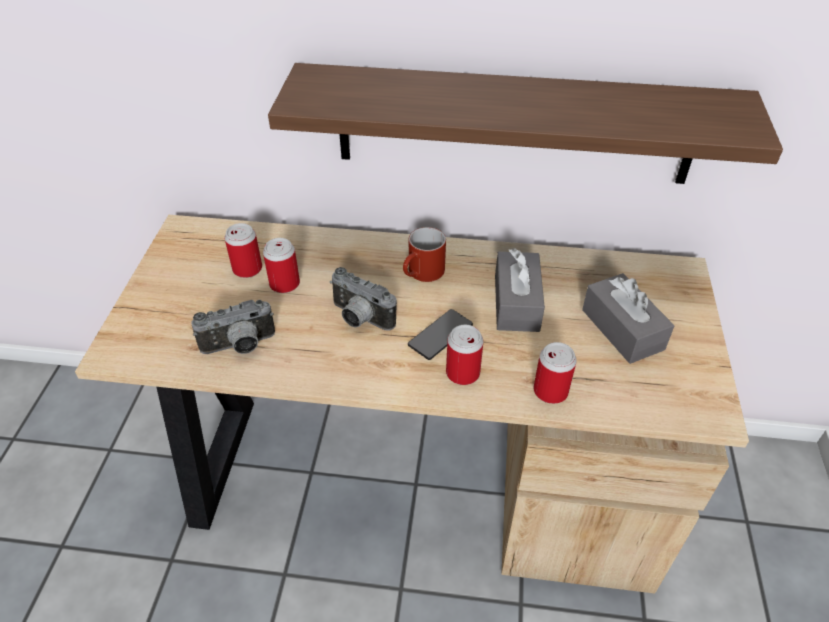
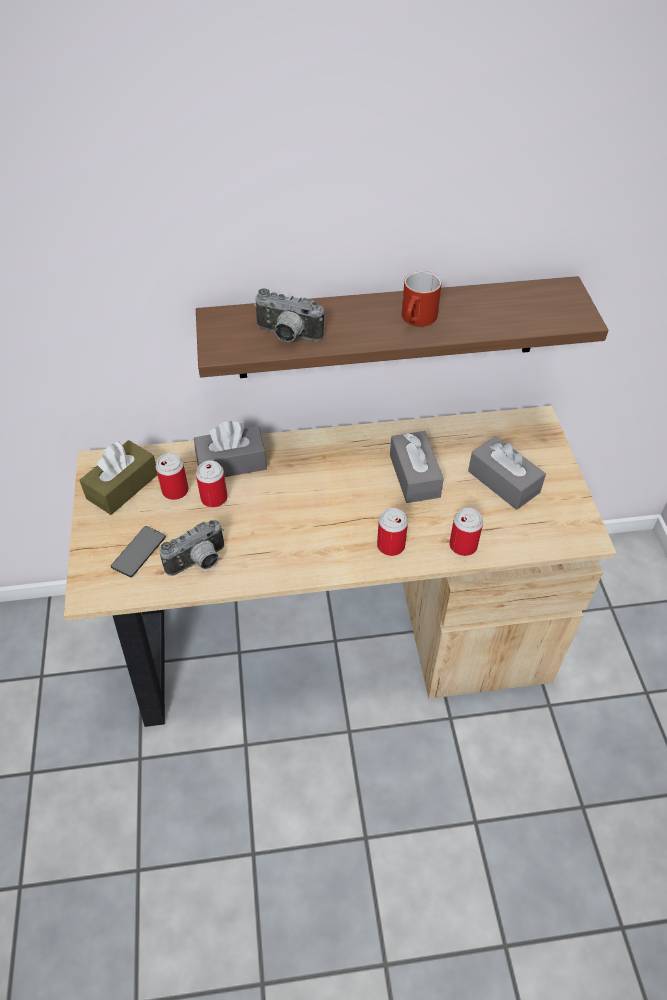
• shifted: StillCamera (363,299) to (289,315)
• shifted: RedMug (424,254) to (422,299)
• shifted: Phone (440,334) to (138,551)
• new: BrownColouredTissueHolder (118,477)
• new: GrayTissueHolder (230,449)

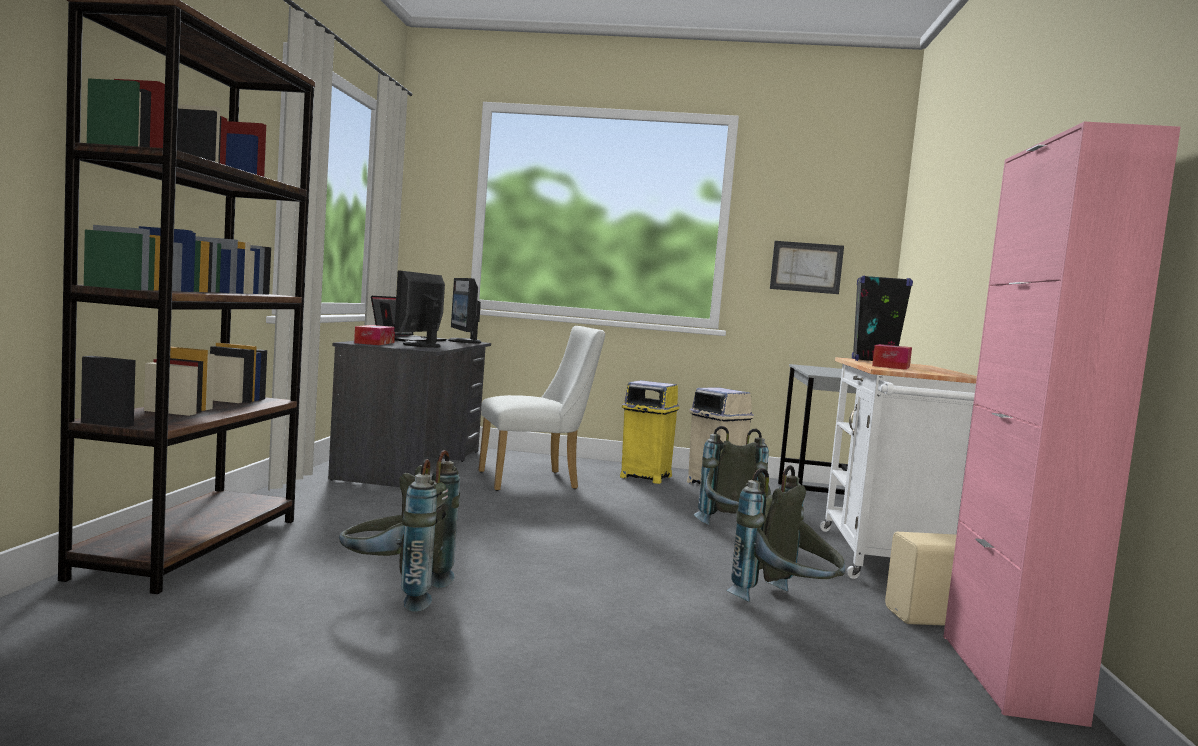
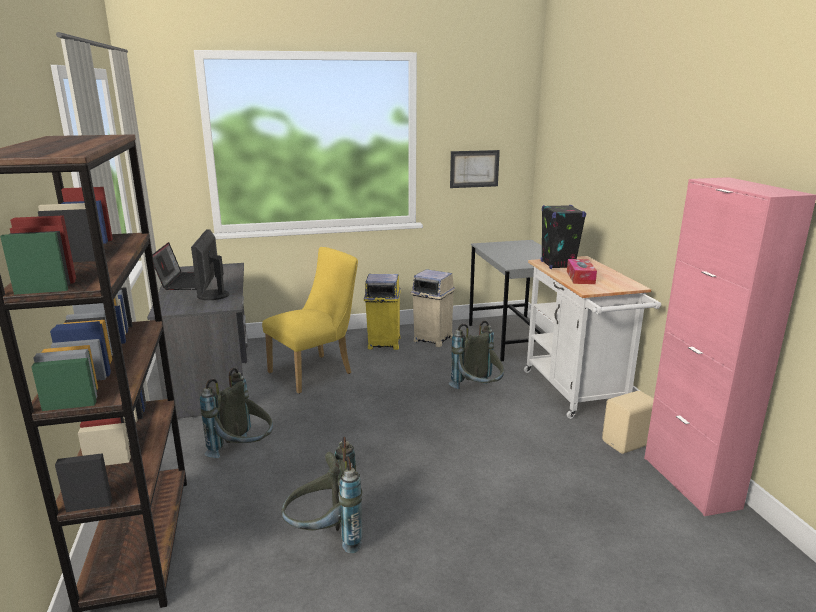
• gone: TissueHolder (374,335)
• gone: ComputerScreen (464,310)
• repainted: WhitePlainChair (542,408) to YellowPlainChair (310,320)
• shifted: GrayKnapsack (785,533) to (236,413)

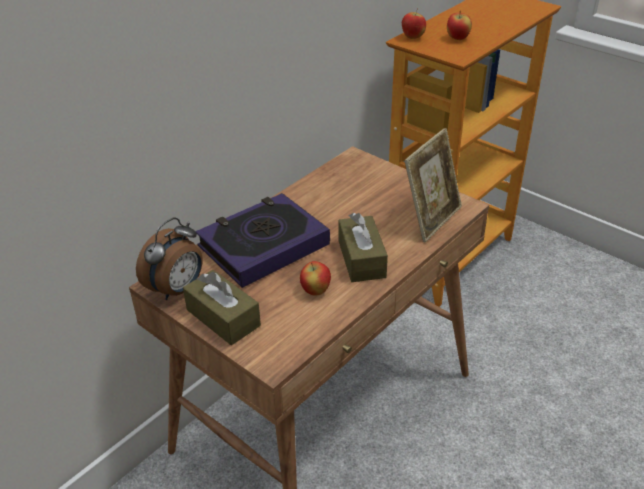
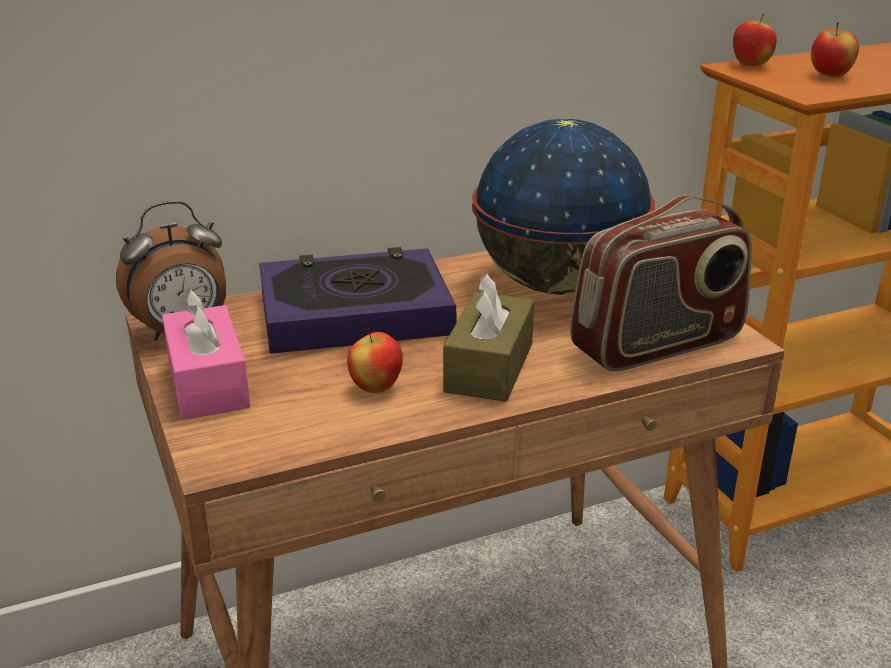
• repainted: BrownColouredTissueHolder (222,307) to PinkishTissueHolder (206,354)
• swapped: PhotoFrame (433,185) to Radio (661,283)
• new: Globe (563,207)

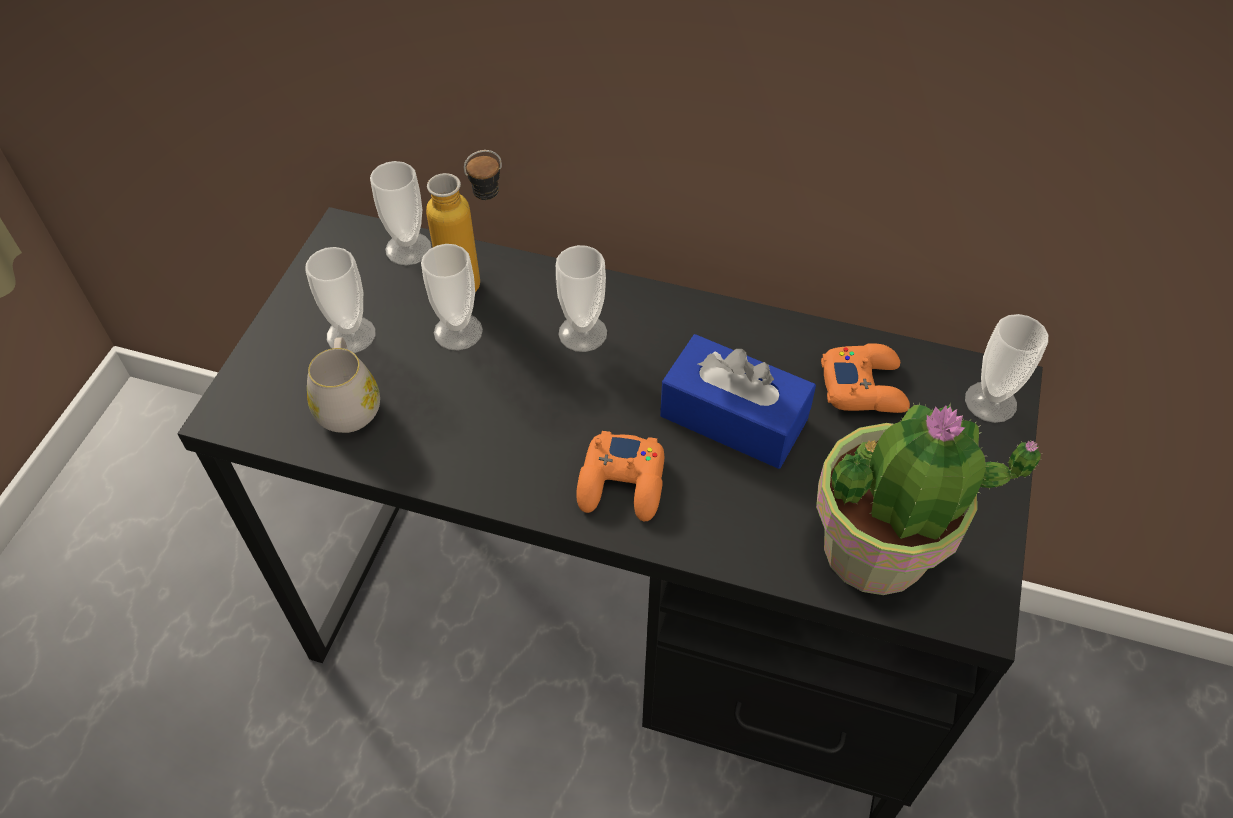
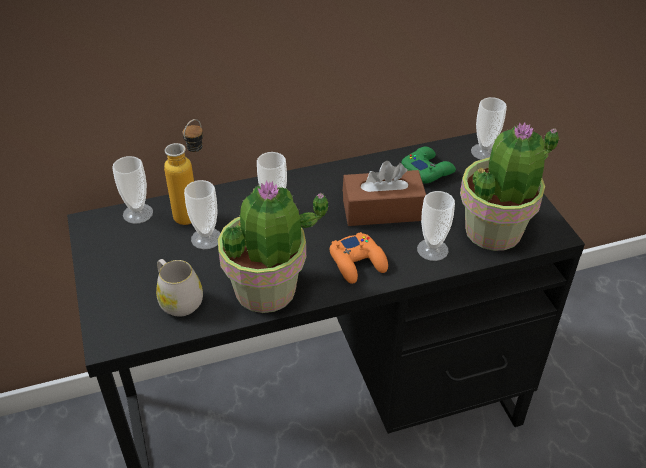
• shifted: Cup (340,300) to (436,226)
• repainted: BlueTissueHolder (738,401) to BrownColouredTissueHolder (384,193)
• repainted: OrangeyGamepad (865,378) to GreenColouredGamepad (428,165)
• new: PottedPlant (273,246)

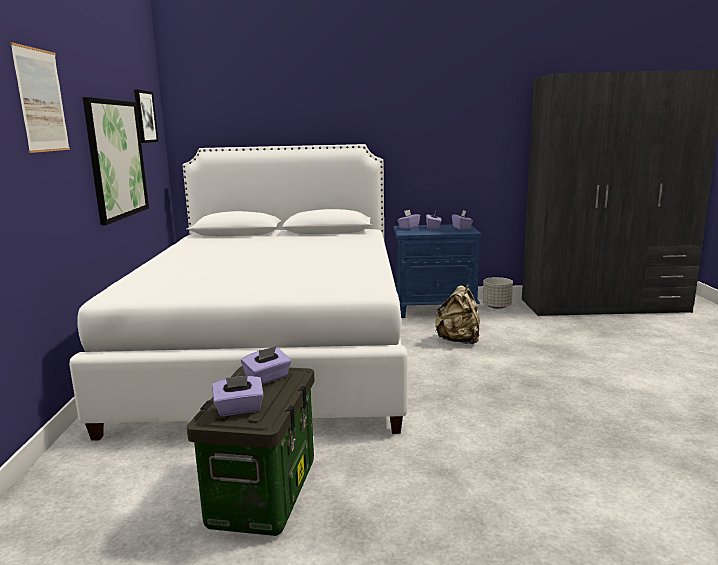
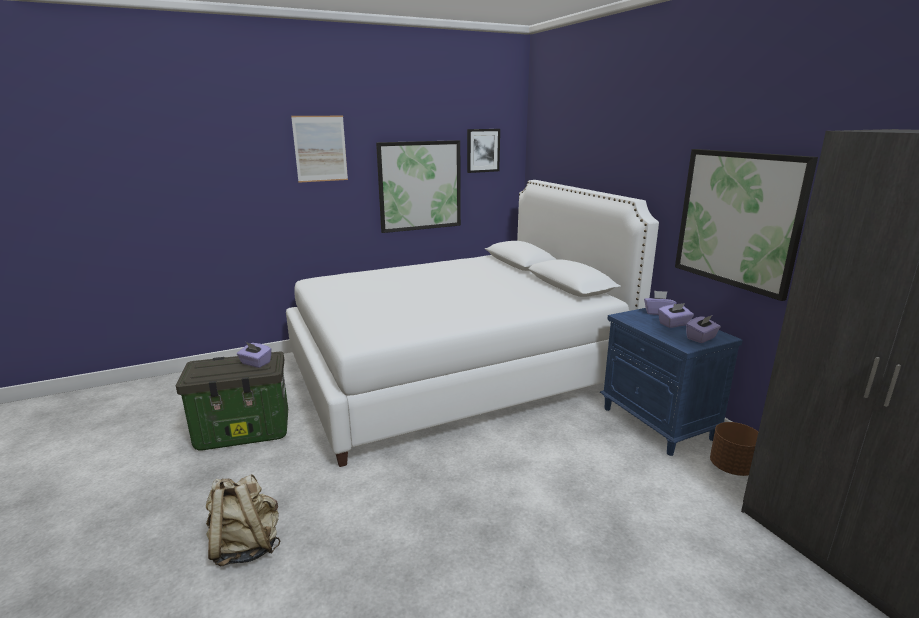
• gone: PurplishTissueHolder (238,396)
• shifted: BeigeKnapsack (457,314) to (243,520)
• repainted: GrayPlanter (498,293) to BrownColouredPlanter (734,449)
• new: WallPicture (746,225)

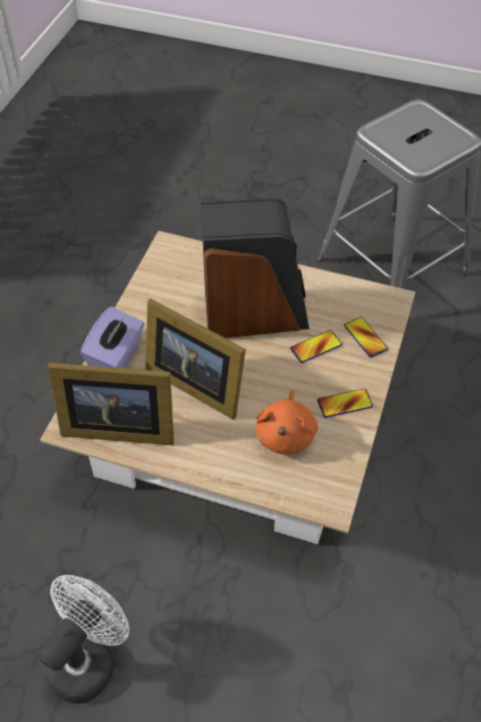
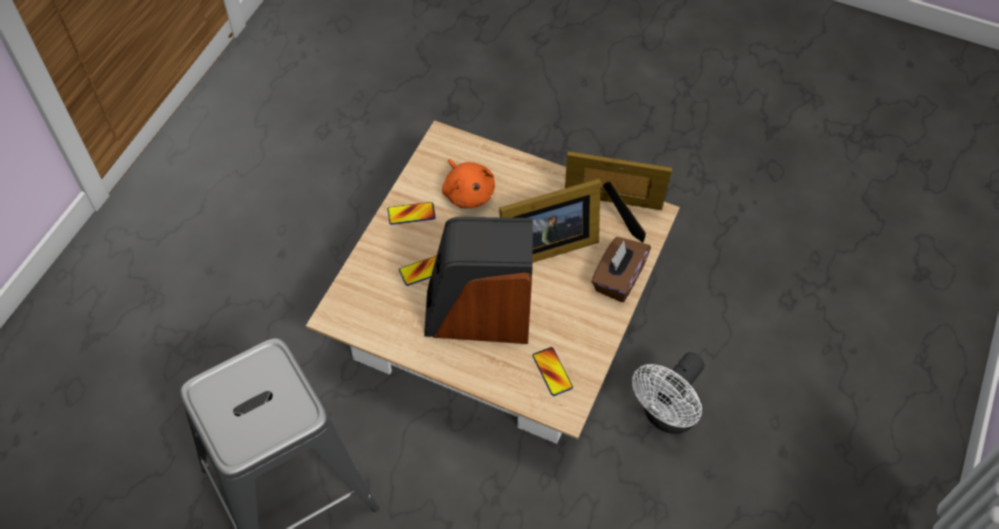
• shifted: WhiteElectricFan (83,639) to (668,393)
• repainted: PurplishTissueHolder (112,337) to BrownColouredTissueHolder (621,269)
• rotated: PhotoFrame (196,359) = (550,221) 120 degrees clockwise
• rotated: OrangeyCuddlyToy (287,422) = (468,184) 135 degrees clockwise
• shifted: Phone (366,337) to (552,371)

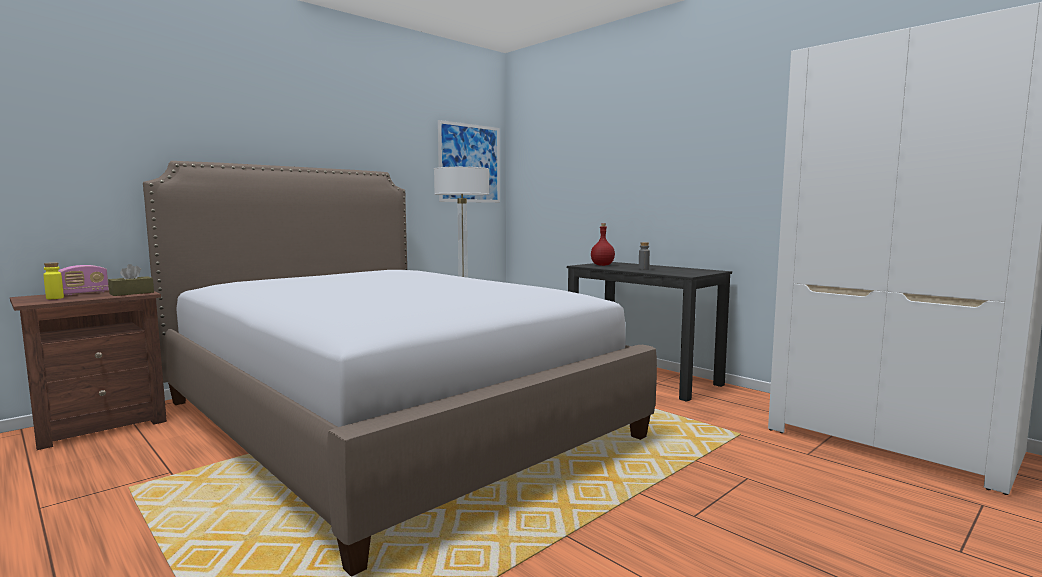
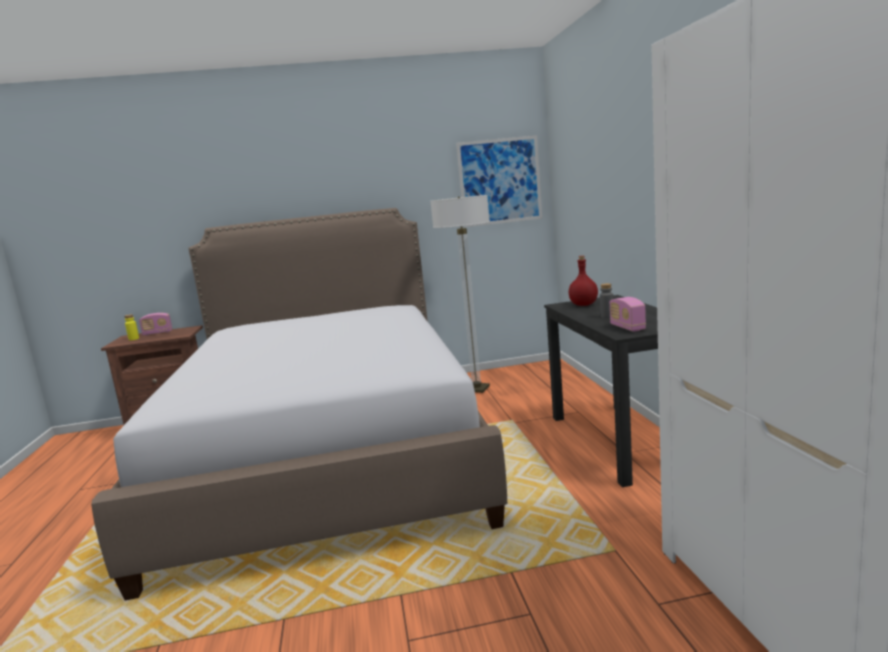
• gone: BrownColouredTissueHolder (131,280)
• new: Radio (628,314)

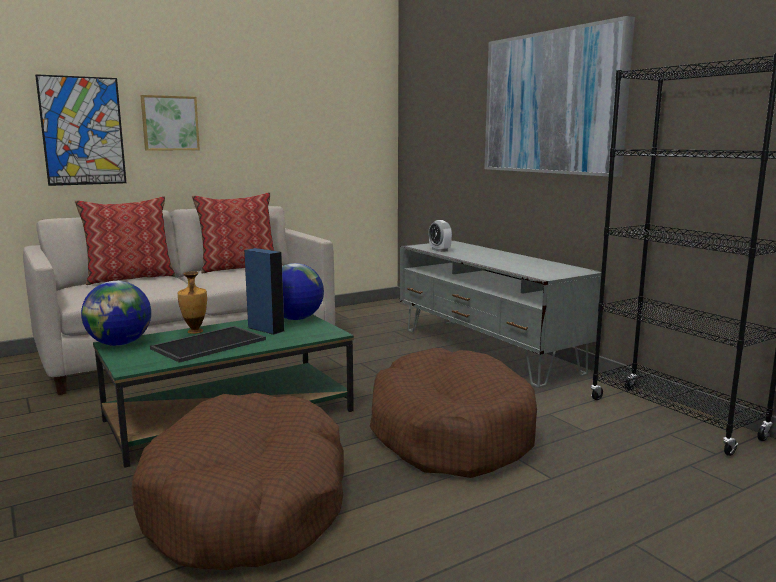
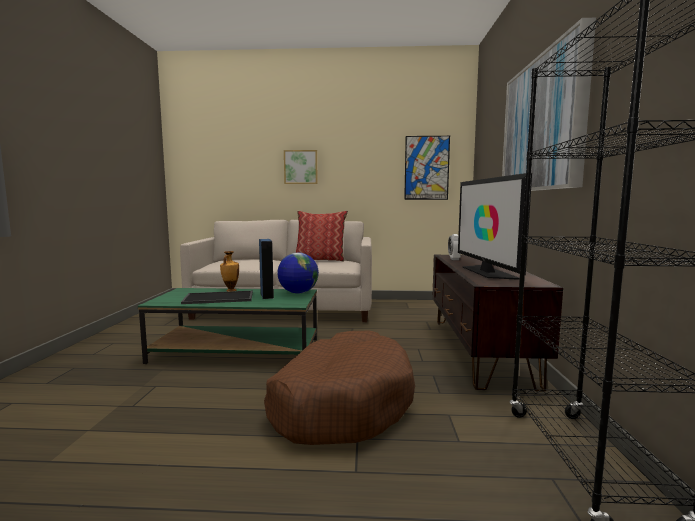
• shifted: WallPicture (80,130) to (427,168)
• gone: ThrowPillow (125,240)
• gone: Globe (116,313)
• gone: BrownColouredPetBed (237,481)
• repainted: GrayMediaConsole (500,314) to BrownColouredMediaConsole (497,323)
• new: Tv (495,226)

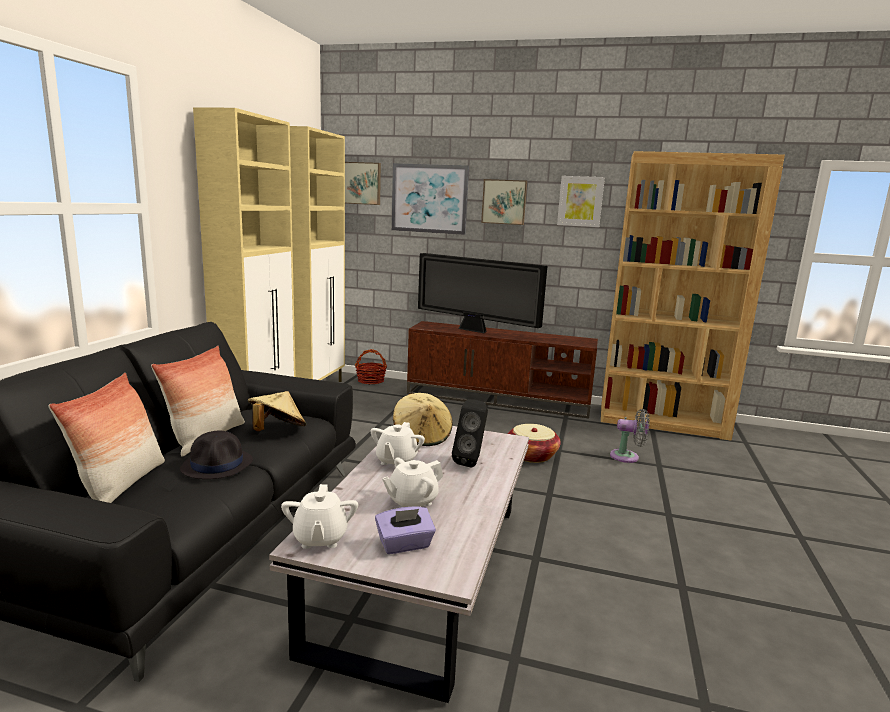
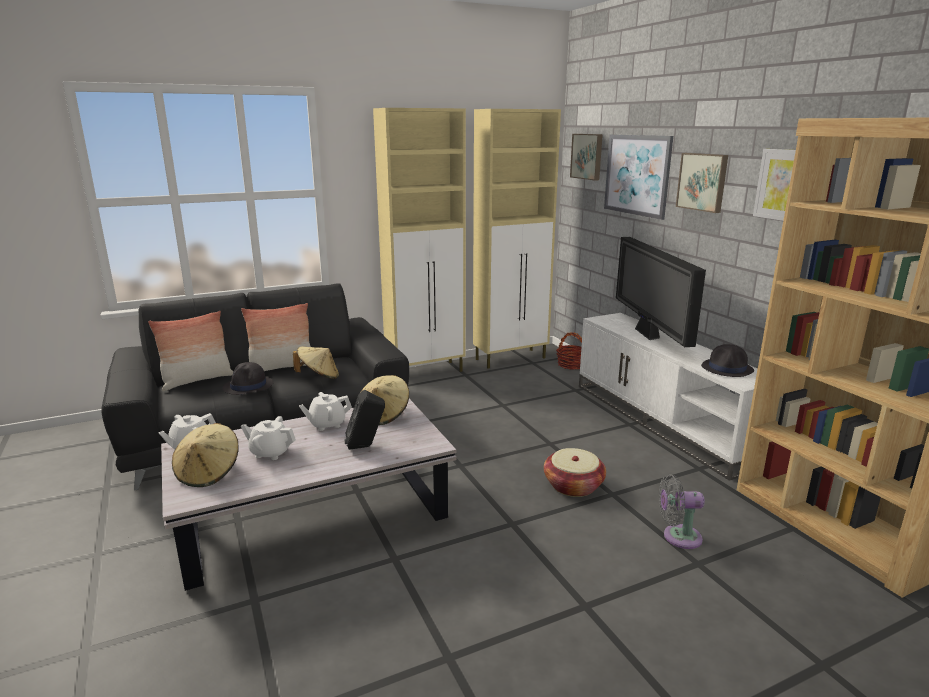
• swapped: PurplishTissueHolder (405,530) to BeigeWearableHat (205,455)
• repainted: BrownColouredMediaConsole (502,370) to WhiteMediaConsole (668,397)
• rotated: GrayElectricFan (630,436) = (682,511) 120 degrees clockwise
• new: BlackWearableHat (727,360)

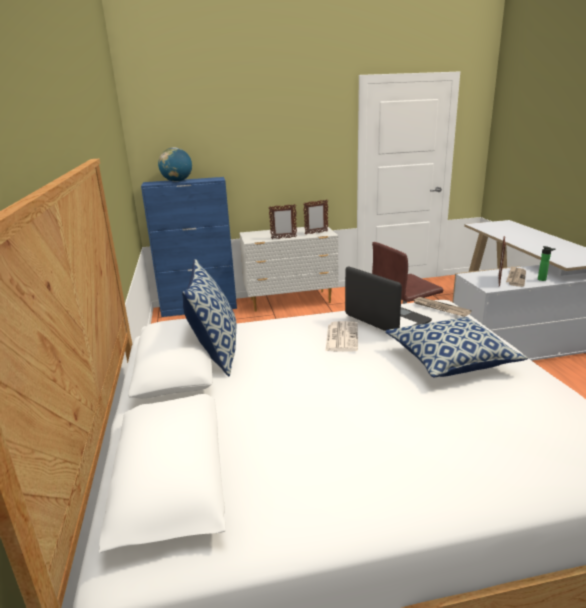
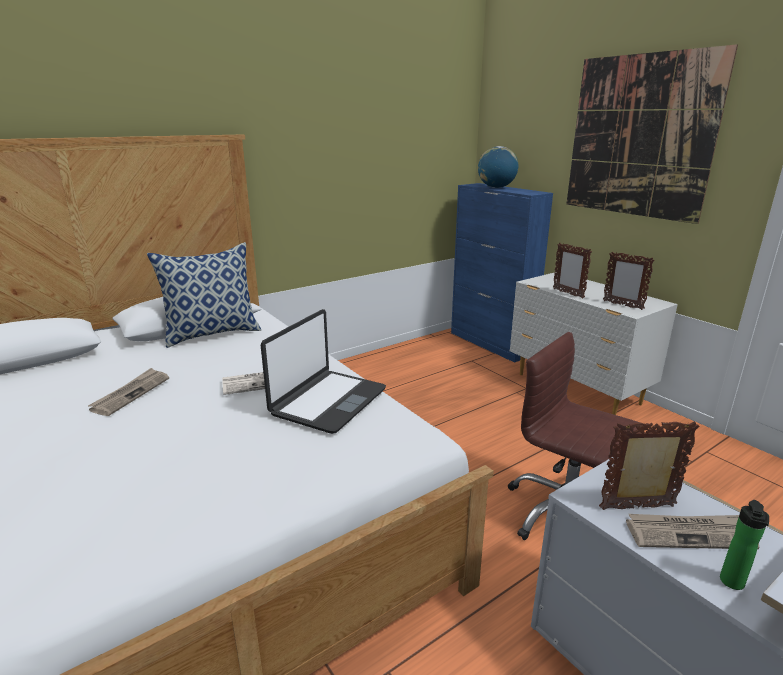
• gone: ThrowPillow (456,347)
• shifted: PrintedPaper (443,307) to (128,392)
• new: WallPicture (652,134)

